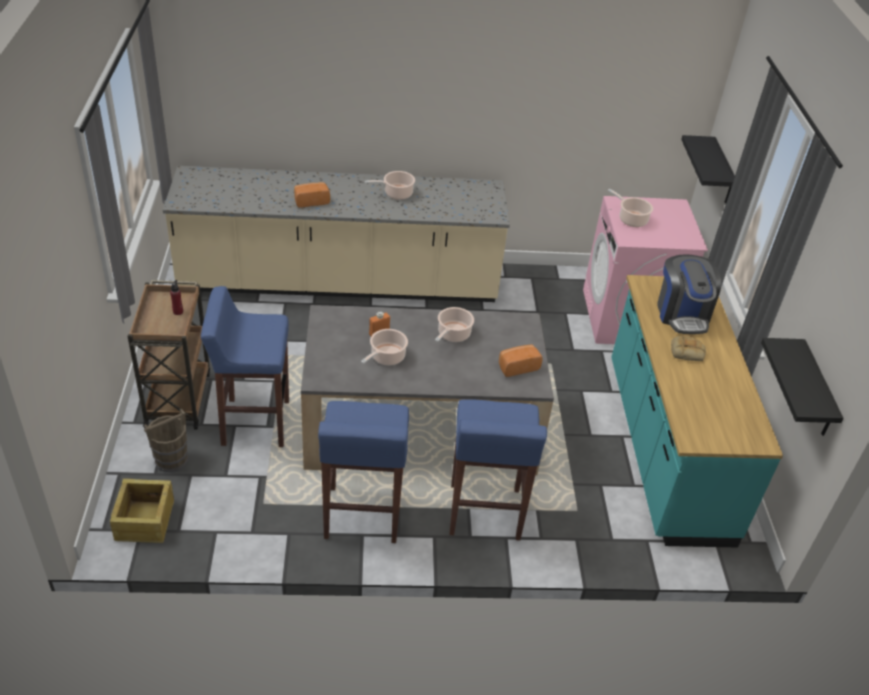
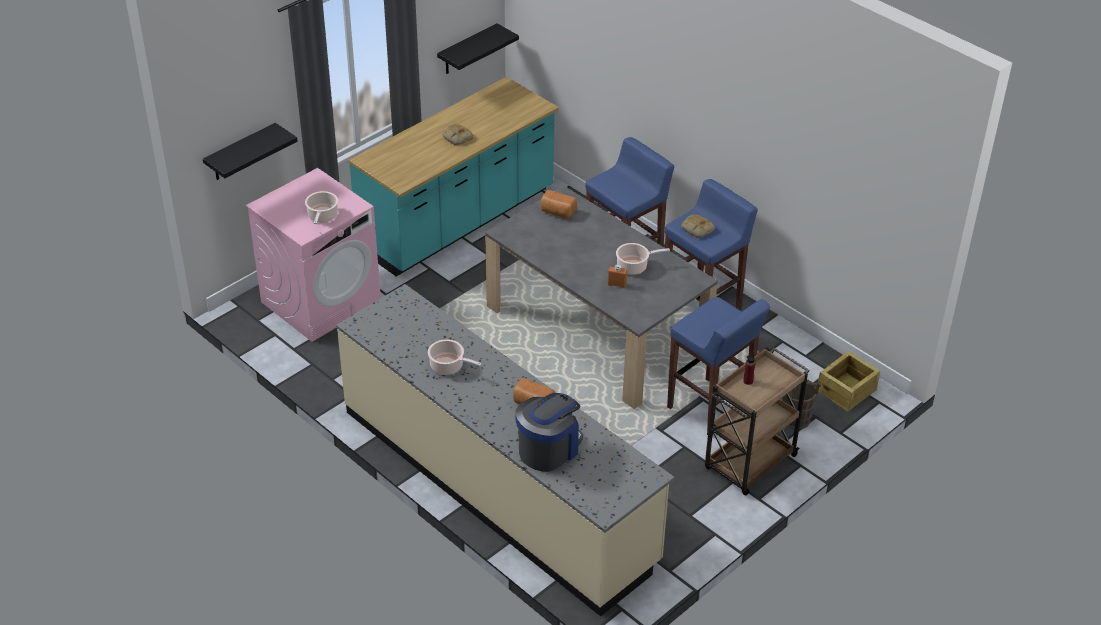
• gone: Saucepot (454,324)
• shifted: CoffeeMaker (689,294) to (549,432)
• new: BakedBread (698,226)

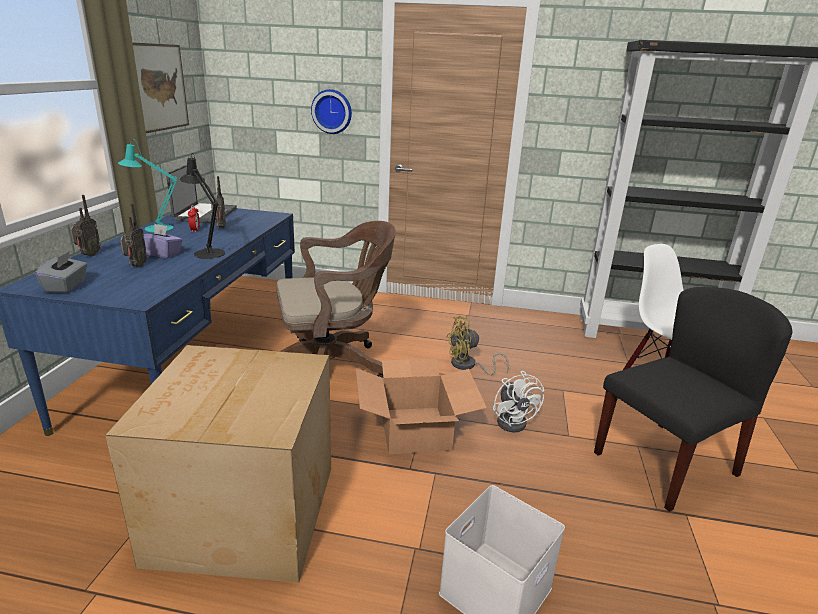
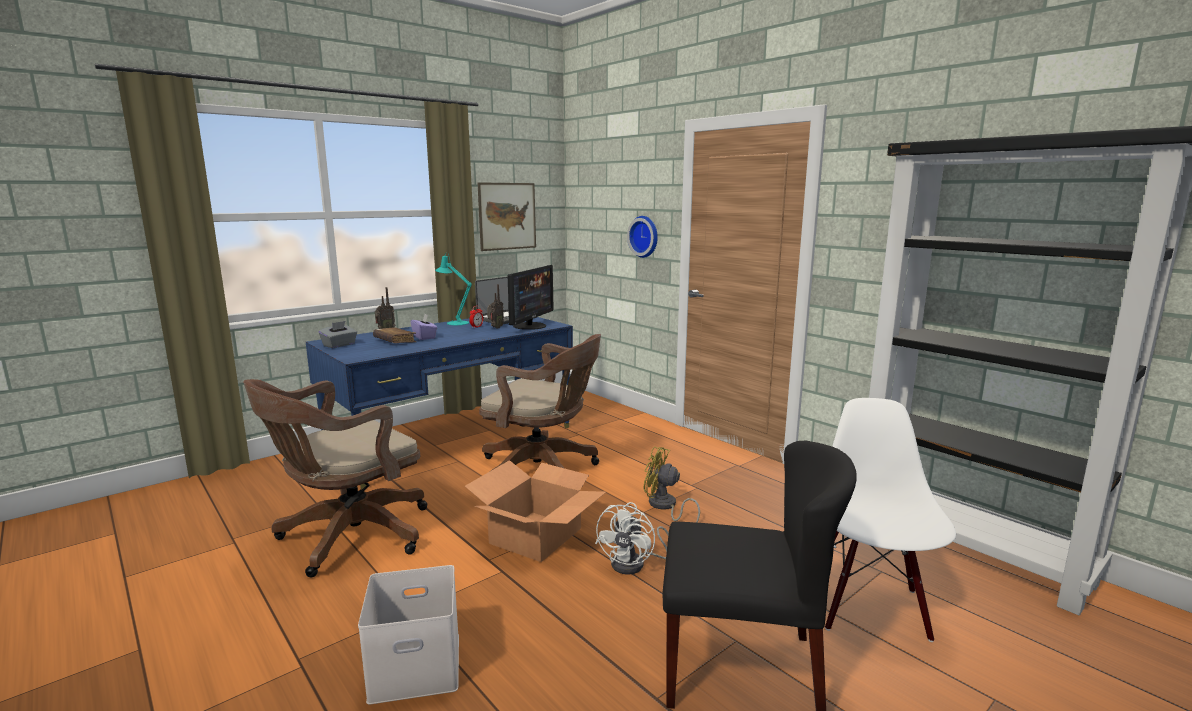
• swapped: Carton (218,464) to BrownColouredComputerChair (335,478)
• swapped: Radio (133,235) to BrownColouredBoundBook (395,335)
• gone: BlackLampForATable (202,206)
• new: ComputerScreen (530,297)

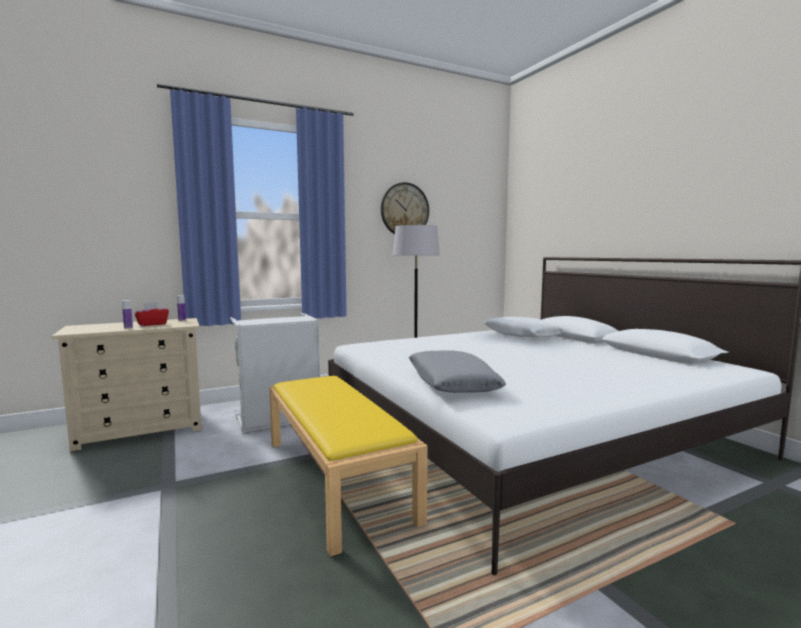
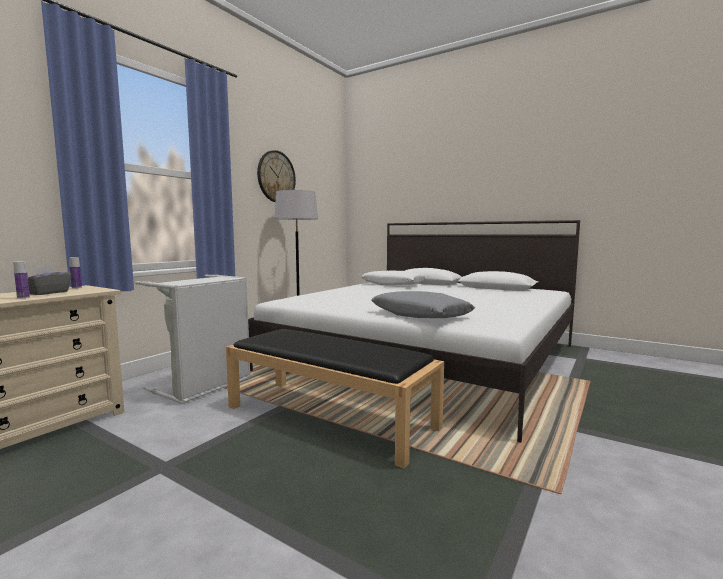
• repainted: RedTissueHolder (151,314) to GrayTissueHolder (49,280)
• repainted: YellowLongSeat (348,466) to BlackLongSeat (335,399)

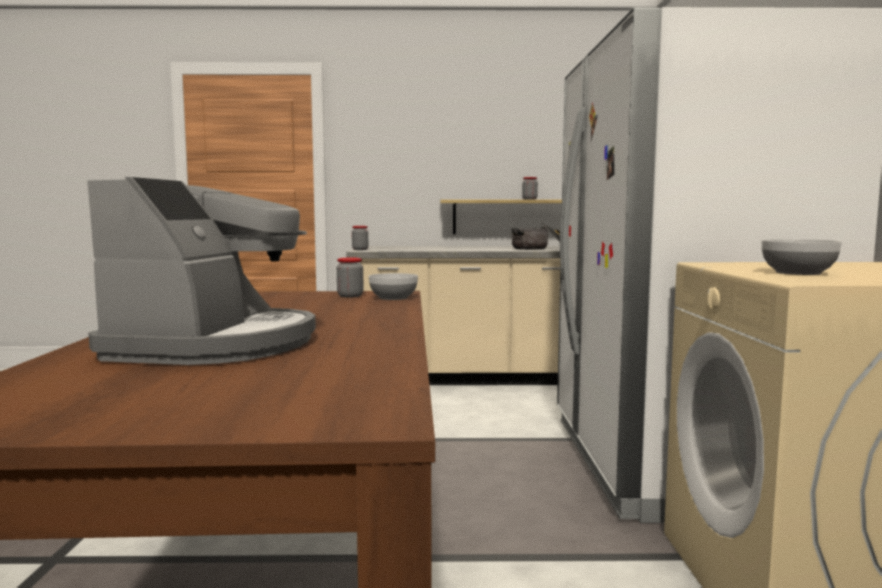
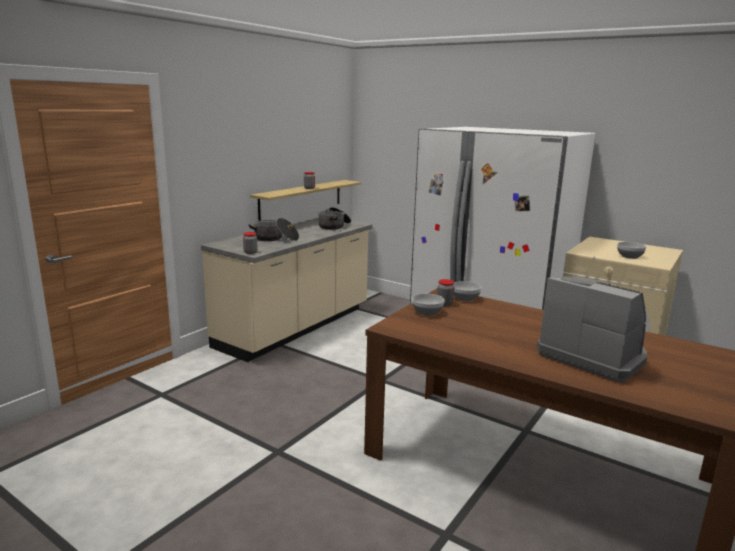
• new: Saucepot (274,229)
• new: Bowl (428,305)

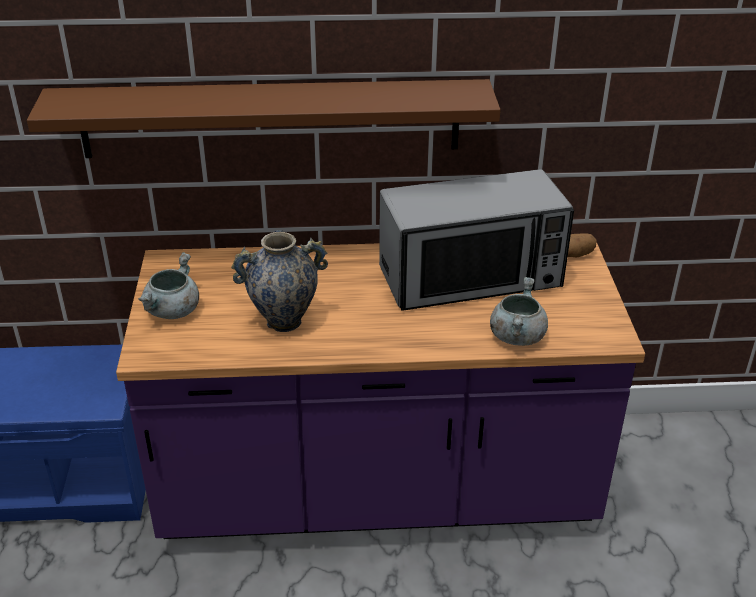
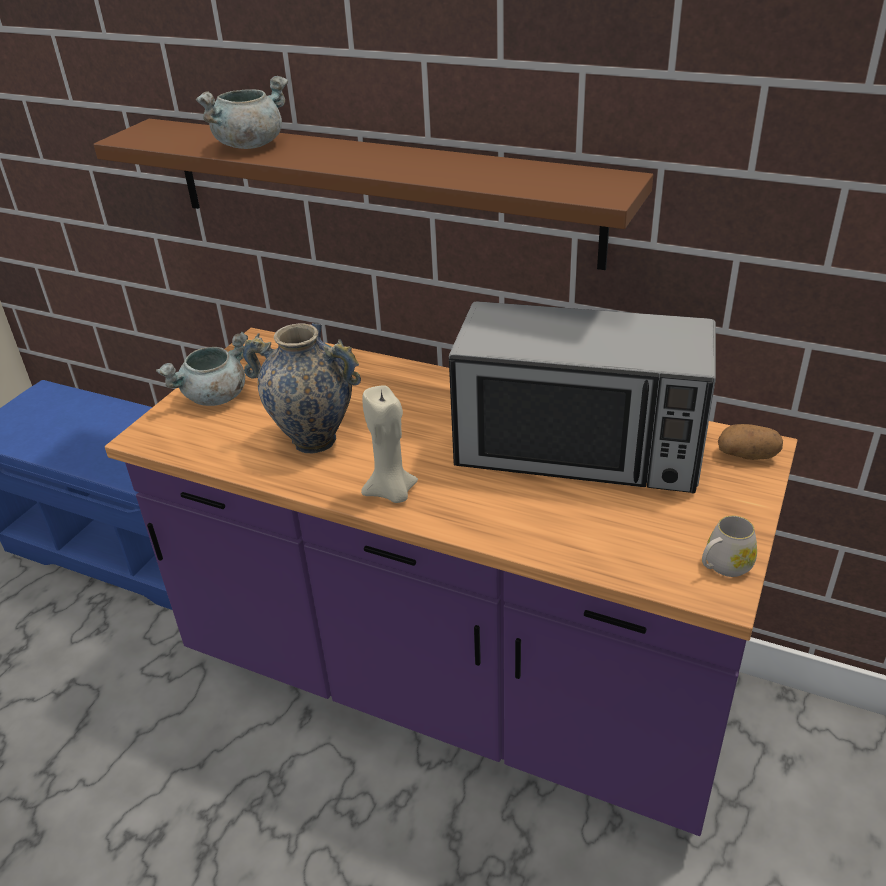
• shifted: GraySaucepot (519,311) to (242,112)
• new: BeigeCandle (389,444)
• new: WhiteMug (729,546)

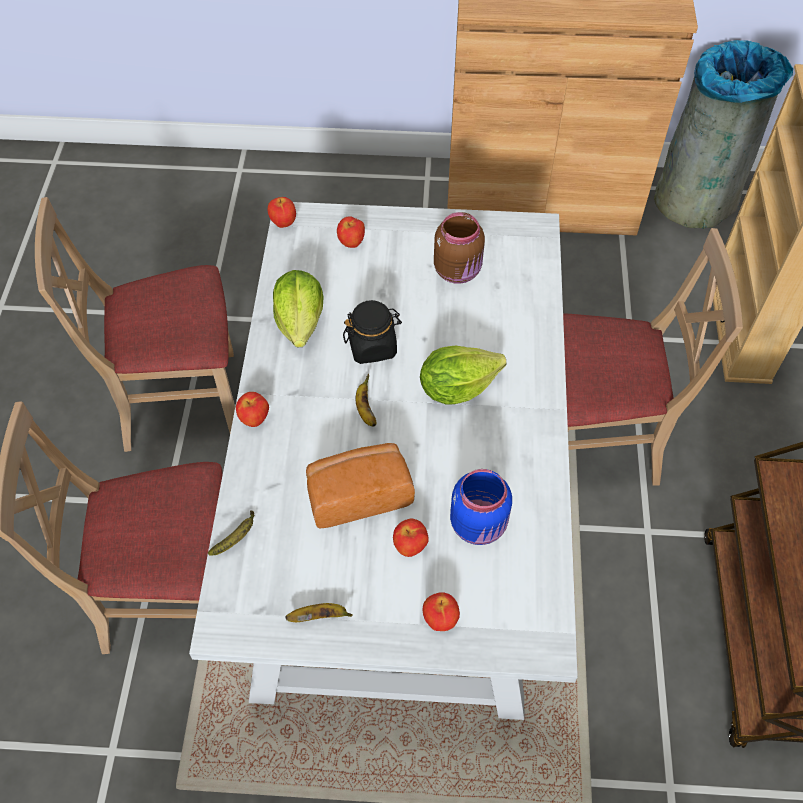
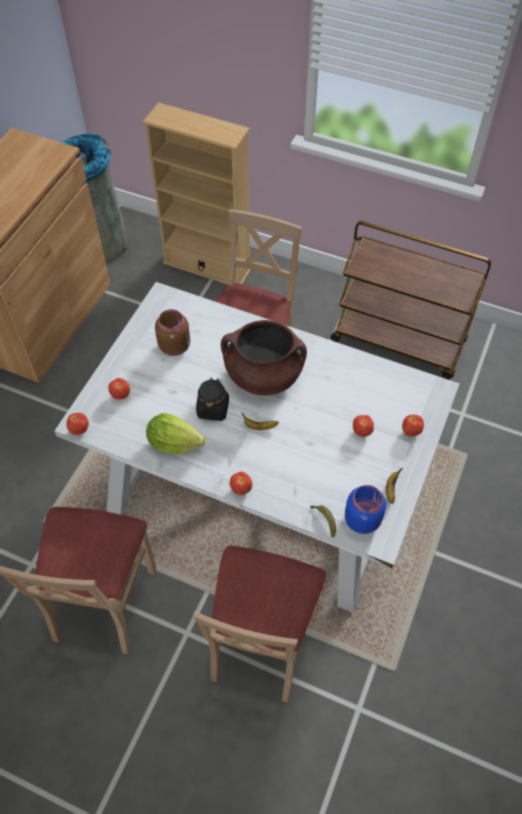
• gone: BakedBread (360,486)
• swapped: LettuceHead (463,375) to BrownColouredSaucepot (264,357)
• shifted: BluePreserveJar (481,507) to (365,509)

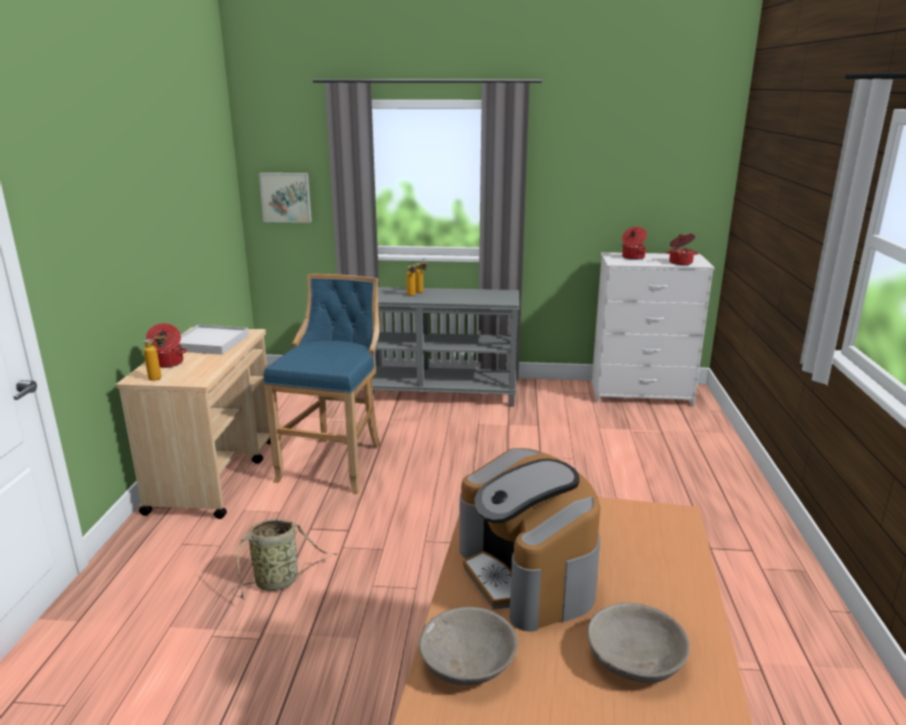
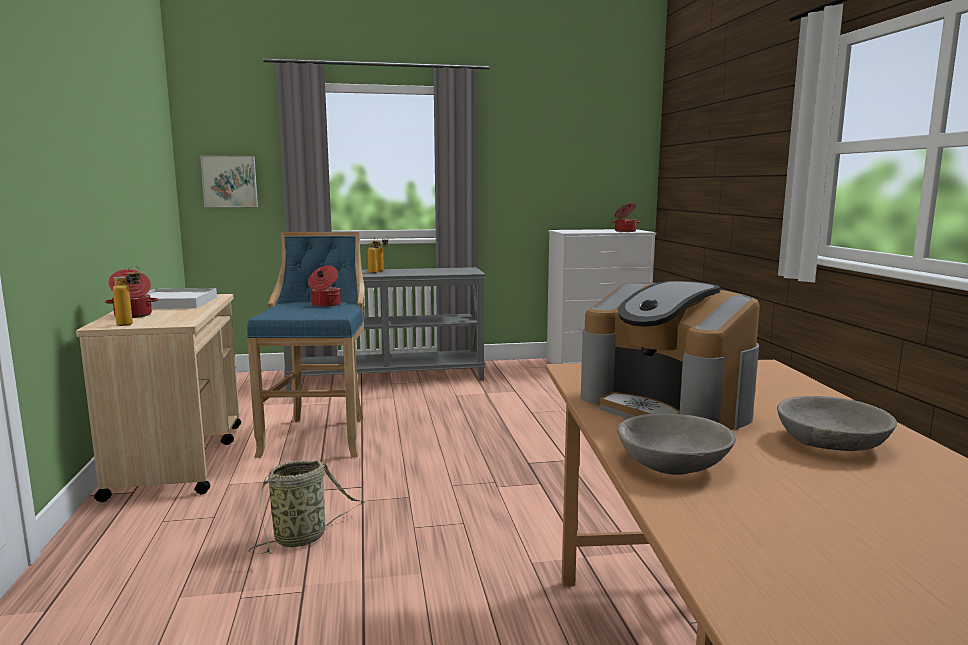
• shifted: Saucepot (634,243) to (324,286)

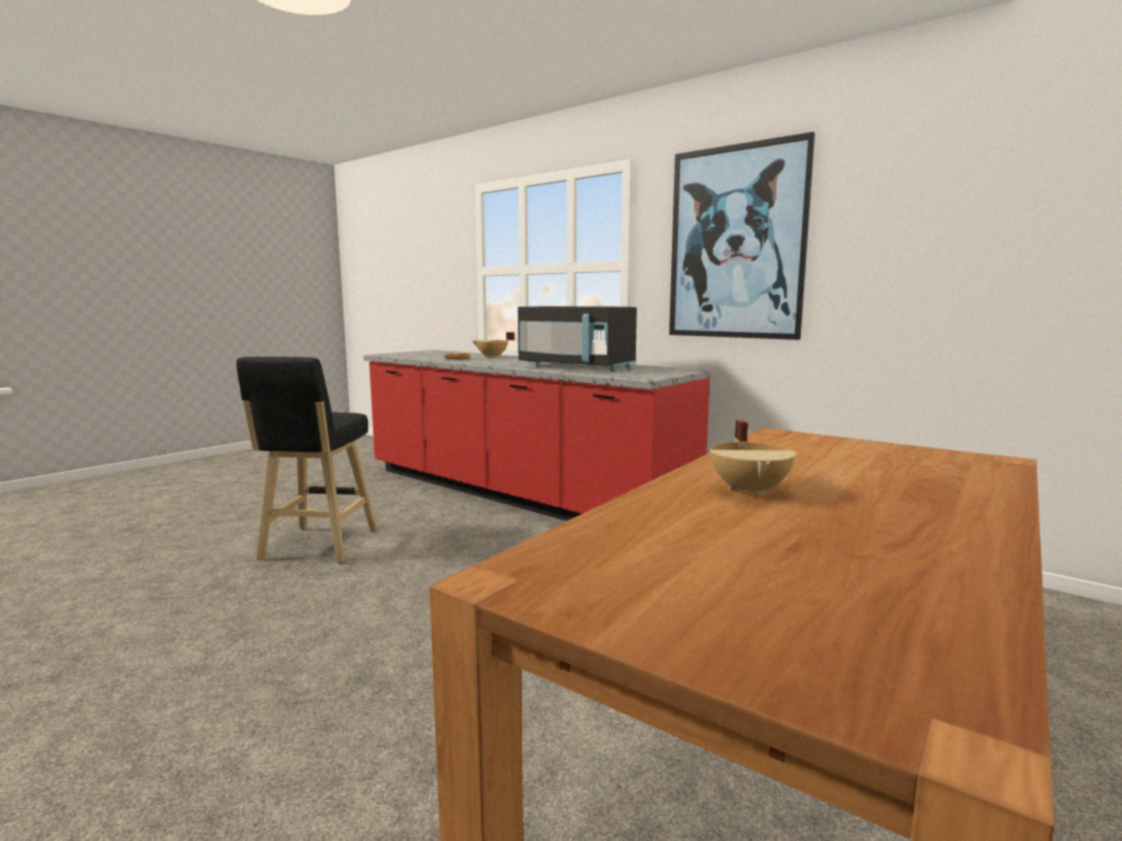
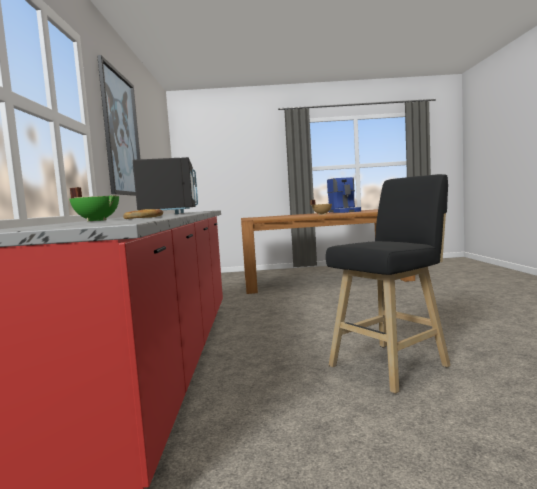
• repainted: BeigeSaucepot (493,345) to GreenColouredSaucepot (94,204)
• new: CoffeeMaker (344,195)

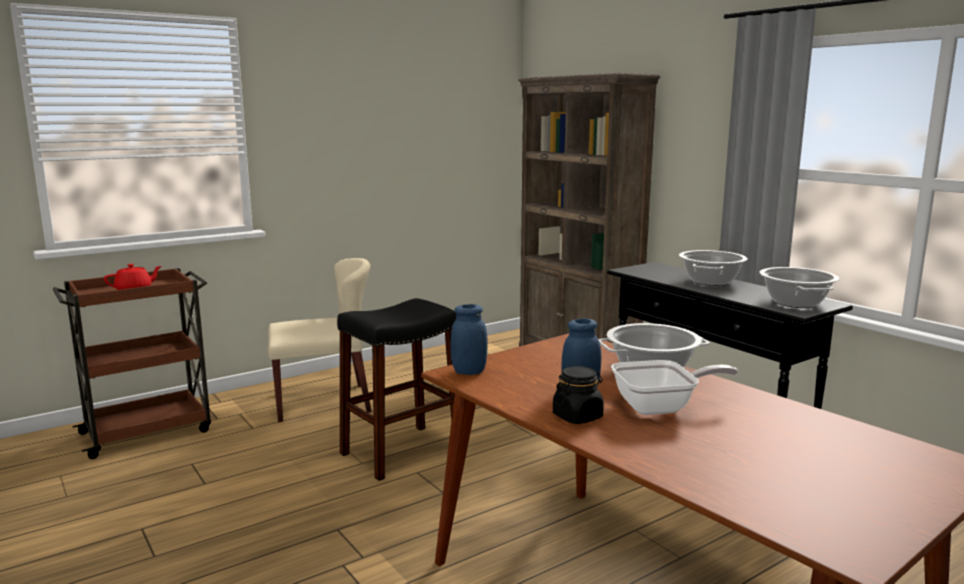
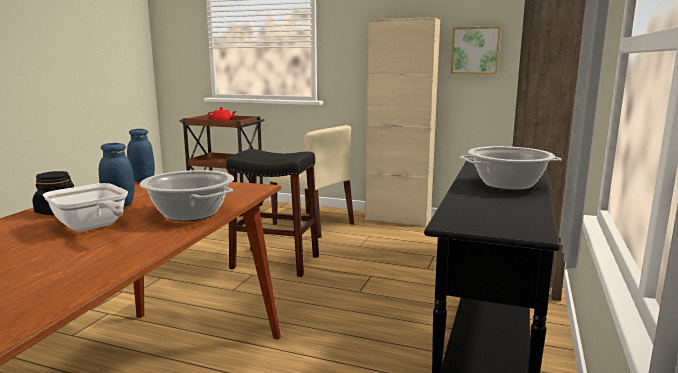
• gone: Saucepot (799,287)
• new: BeigeStorageCabinet (402,122)
• new: WallPicture (476,50)

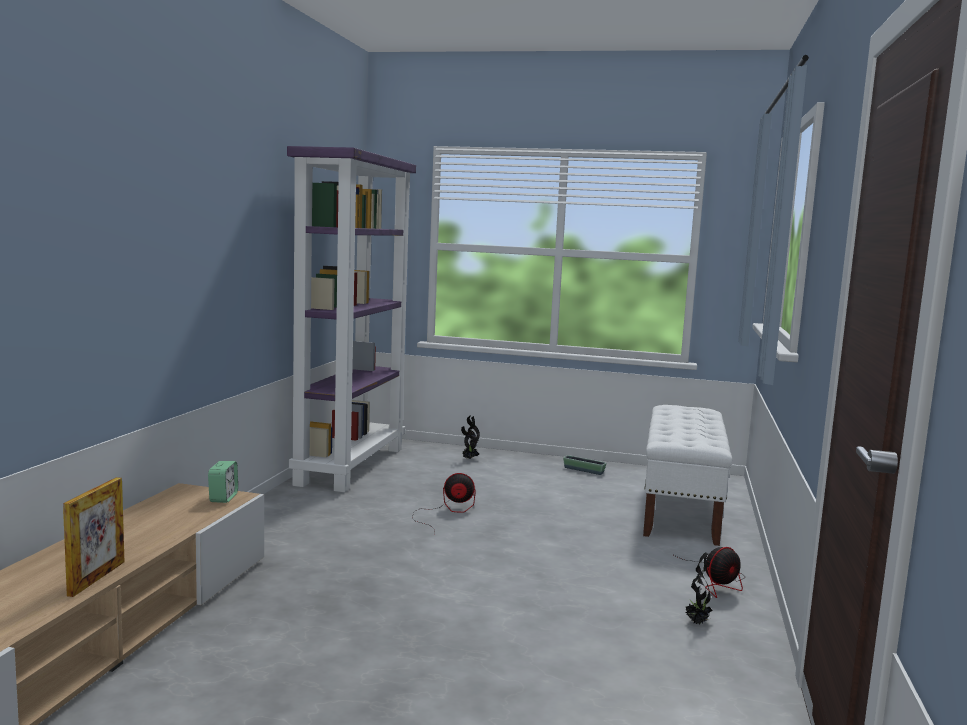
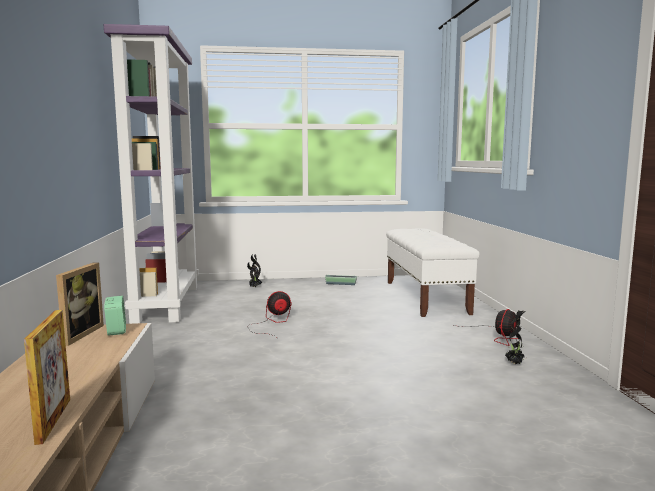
• new: PhotoFrame (80,304)

